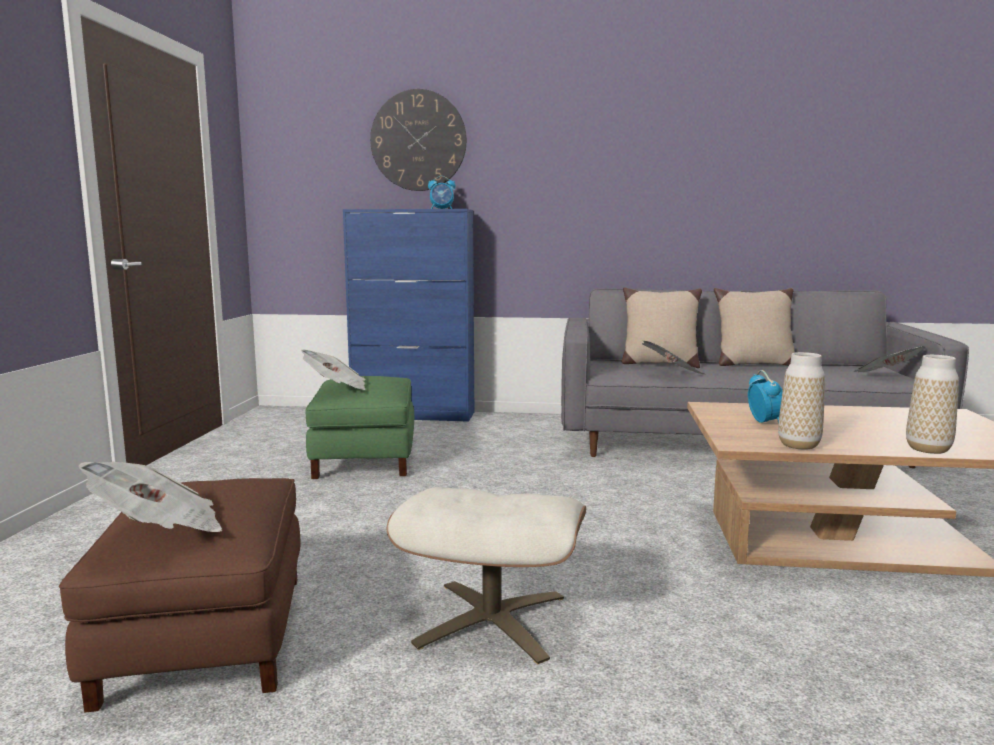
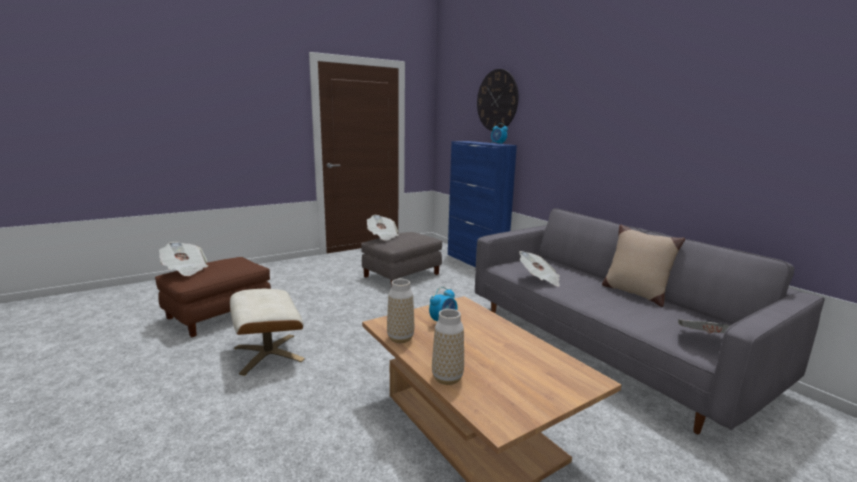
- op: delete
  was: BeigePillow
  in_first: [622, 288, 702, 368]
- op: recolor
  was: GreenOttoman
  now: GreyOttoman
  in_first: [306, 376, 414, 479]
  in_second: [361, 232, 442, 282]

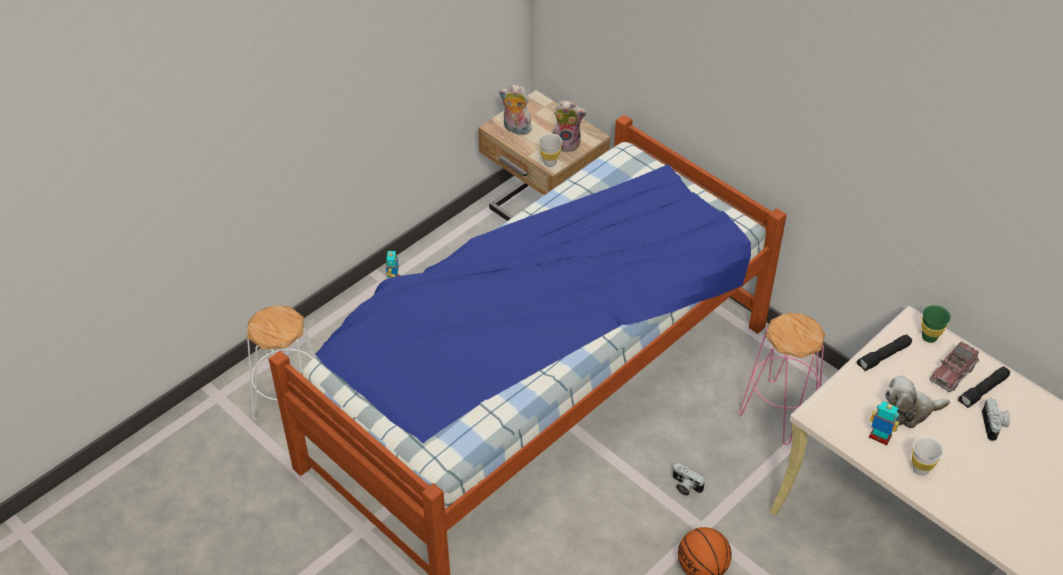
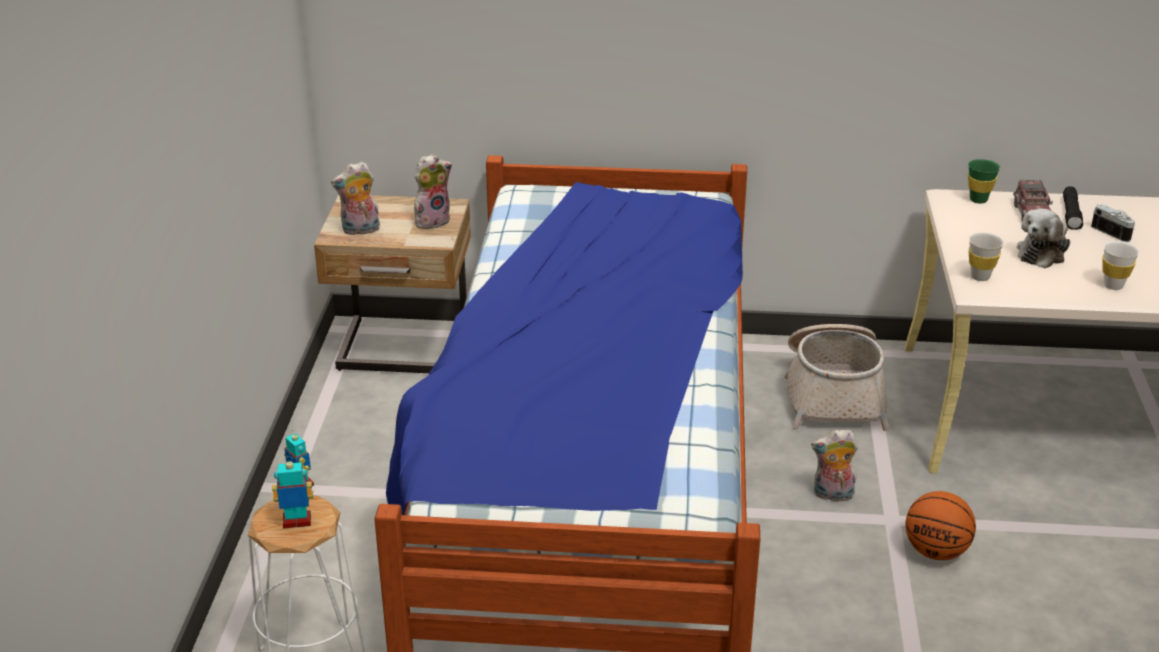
- op: move
  was: WhiteCup
  in_first: [539, 133, 562, 167]
  in_second: [968, 232, 1004, 281]
- op: replace
  was: PinkStool
  now: Basket
  in_first: [739, 313, 825, 445]
  in_second: [784, 324, 889, 431]
- op: delete
  was: BlackFlashlight
  in_first: [857, 334, 912, 371]
- op: move
  was: ToyRobot
  in_first: [869, 401, 899, 446]
  in_second: [272, 456, 314, 529]
- op: replace
  was: PhotoCamera
  now: PlushToy
  in_first: [673, 463, 705, 496]
  in_second: [811, 429, 858, 502]

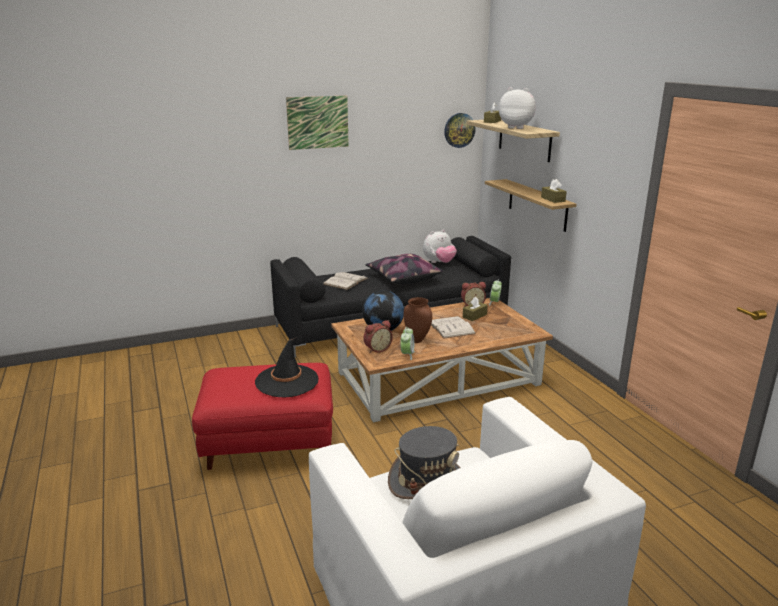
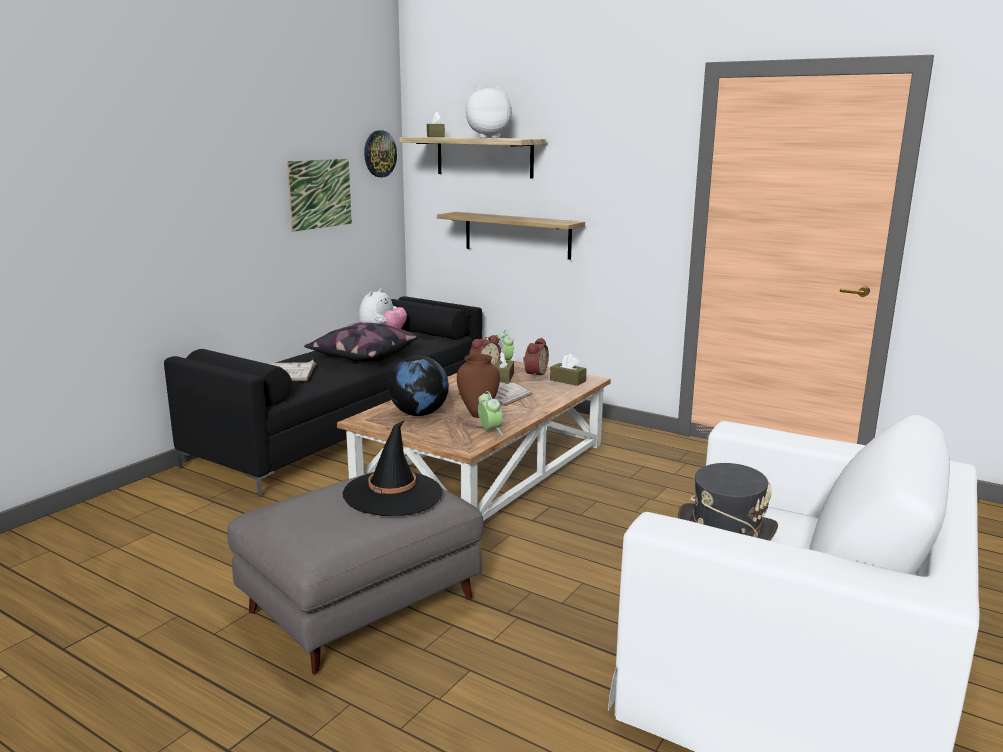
- op: move
  was: Picture
  in_first: [286, 95, 349, 150]
  in_second: [287, 159, 352, 232]
- op: move
  was: BrownTissueBox
  in_first: [541, 179, 567, 203]
  in_second: [550, 354, 587, 386]
- op: move
  was: AlarmClock
  in_first: [363, 320, 393, 353]
  in_second: [523, 338, 549, 377]
- op: recolor
  was: RedOttoman
  now: GreyOttoman
  in_first: [192, 363, 333, 470]
  in_second: [227, 471, 483, 674]

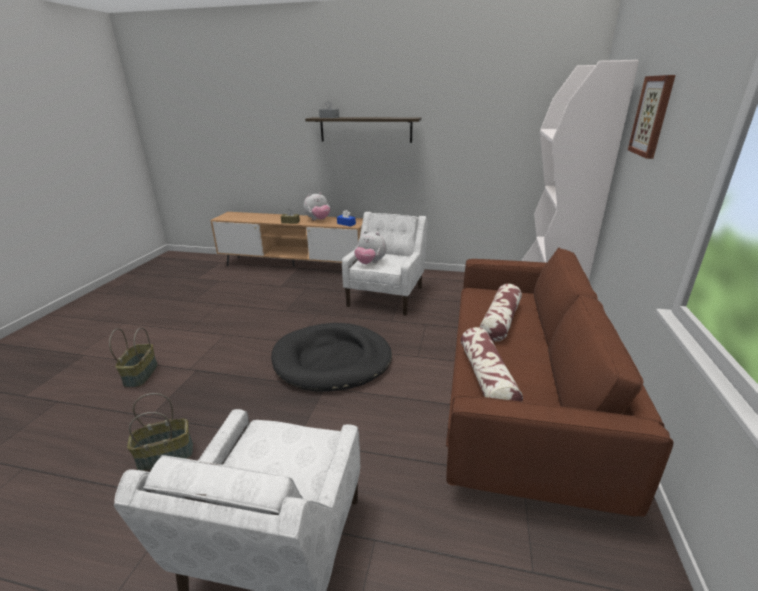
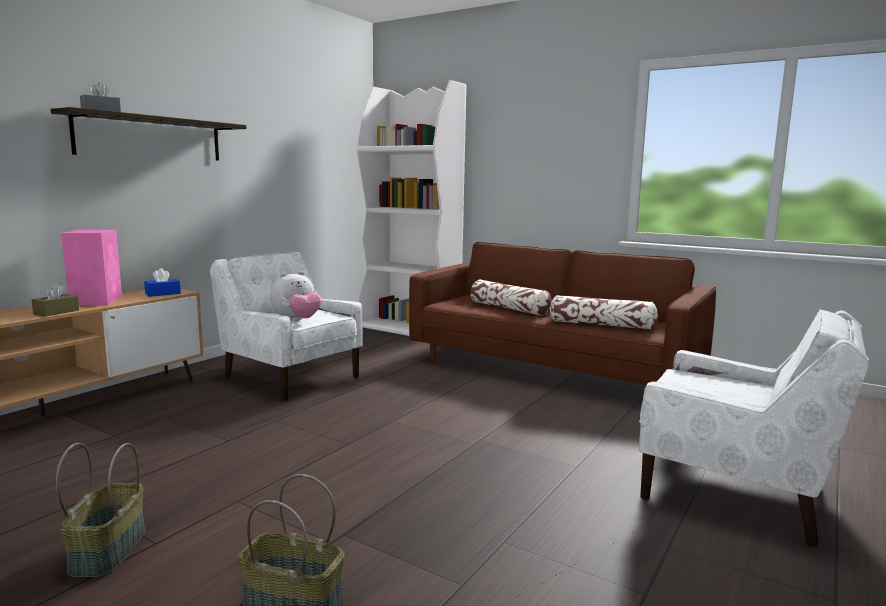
- op: delete
  was: Picture
  in_first: [628, 75, 675, 159]
- op: replace
  was: PlushToy
  now: PinkSpeaker
  in_first: [304, 192, 330, 220]
  in_second: [61, 230, 122, 306]
- op: delete
  was: BlackDogBed
  in_first: [271, 323, 392, 391]
- op: move
  was: Basket
  in_first: [127, 393, 193, 471]
  in_second: [56, 443, 146, 577]

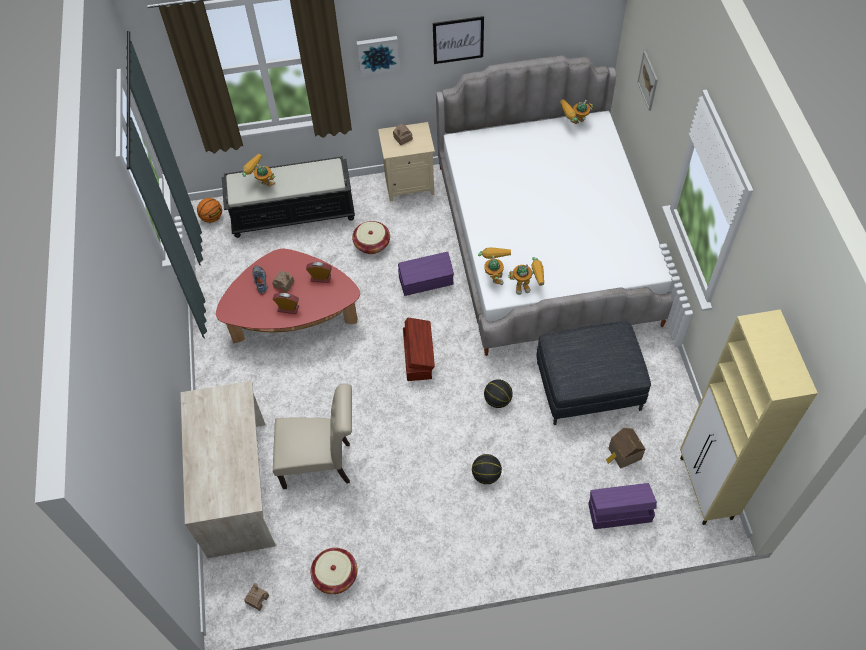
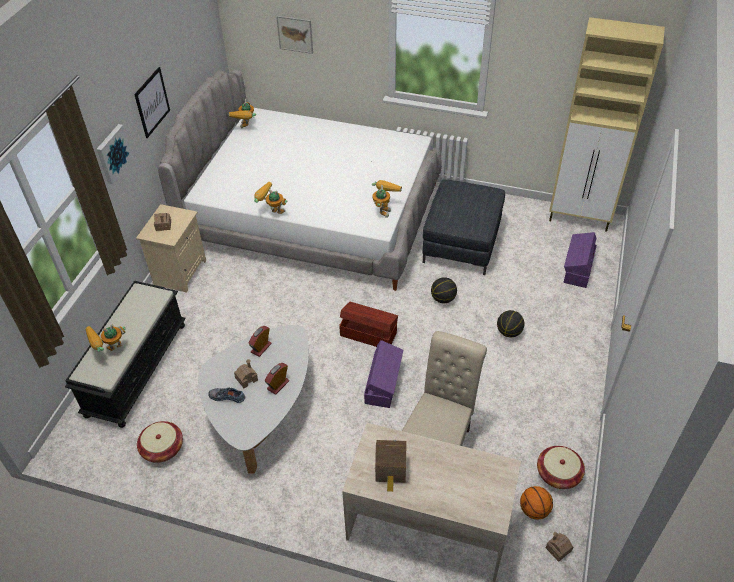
- op: move
  was: Basketball
  in_first: [197, 198, 222, 223]
  in_second: [520, 486, 553, 520]
- op: move
  was: Basket
  in_first: [352, 221, 390, 254]
  in_second: [137, 421, 183, 463]
- op: move
  was: ToyRobot
  in_first: [478, 247, 511, 285]
  in_second: [254, 182, 288, 214]
- op: recolor
  was: RedCoffeeTable
  now: WhiteCoffeeTable
  in_first: [216, 249, 360, 343]
  in_second: [198, 325, 309, 474]
- op: move
  was: PurpleStorageBox
  in_first: [398, 252, 454, 296]
  in_second: [364, 340, 403, 408]
- op: move
  was: ToyHouse
  in_first: [606, 428, 645, 469]
  in_second: [375, 439, 406, 492]

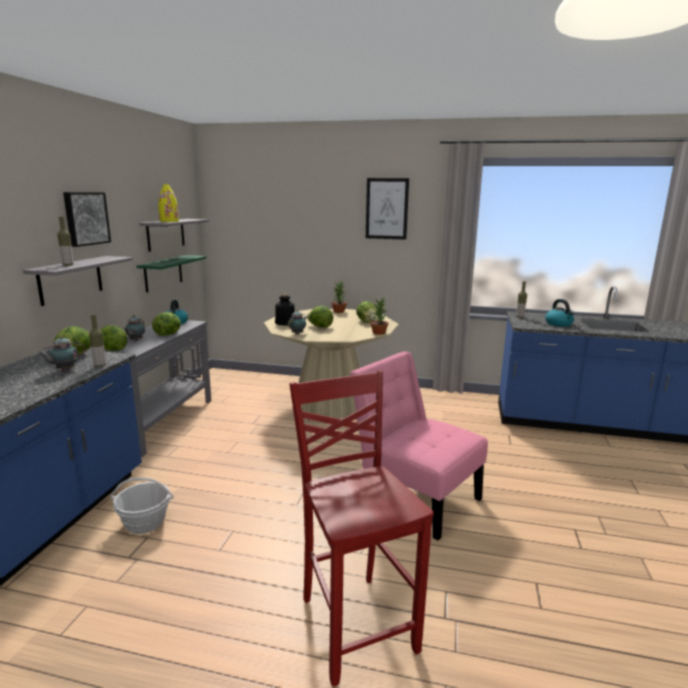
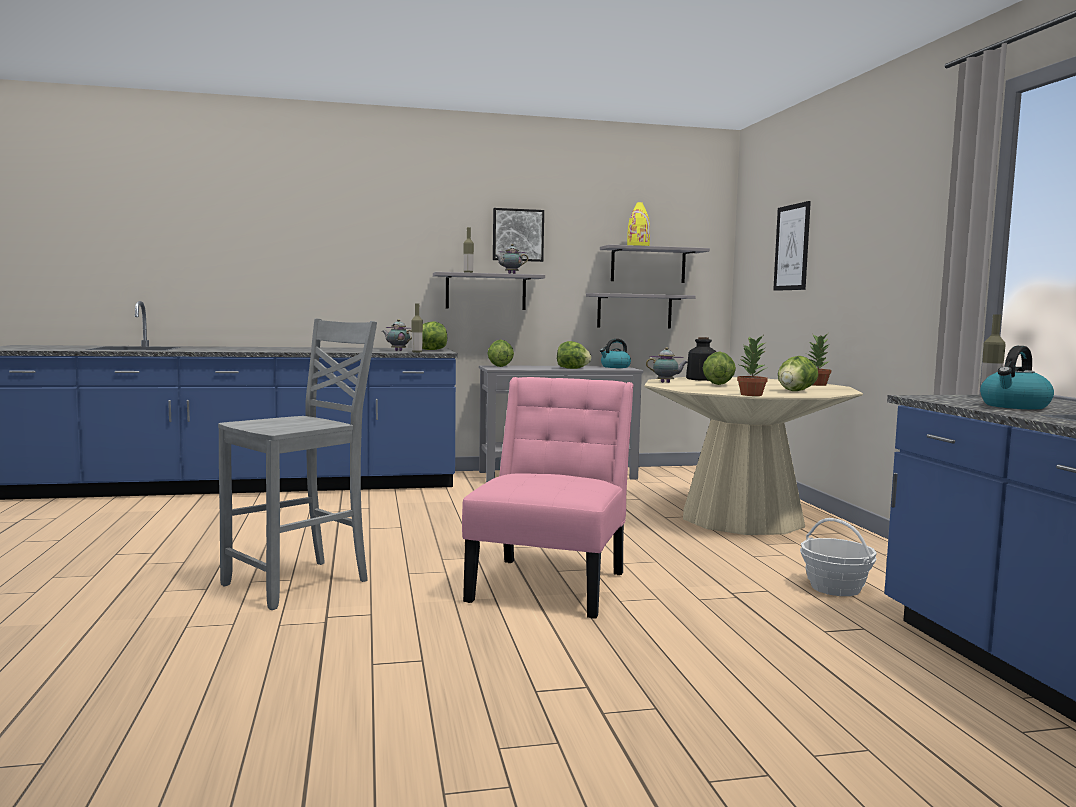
- op: move
  was: Picture
  in_first: [366, 178, 409, 240]
  in_second: [773, 201, 811, 291]
- op: recolor
  was: GreenShelf
  now: GreyShelf
  in_first: [137, 255, 206, 293]
  in_second: [586, 293, 695, 328]
- op: move
  was: Teapot
  in_first: [124, 315, 145, 341]
  in_second: [494, 244, 528, 274]
- op: recolor
  was: RedChair
  now: GreyChair
  in_first: [289, 371, 434, 687]
  in_second: [218, 319, 377, 610]
- op: move
  was: Basket
  in_first: [110, 478, 173, 534]
  in_second: [800, 518, 877, 596]

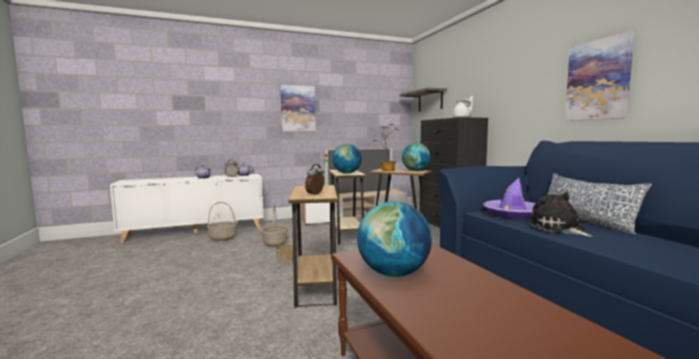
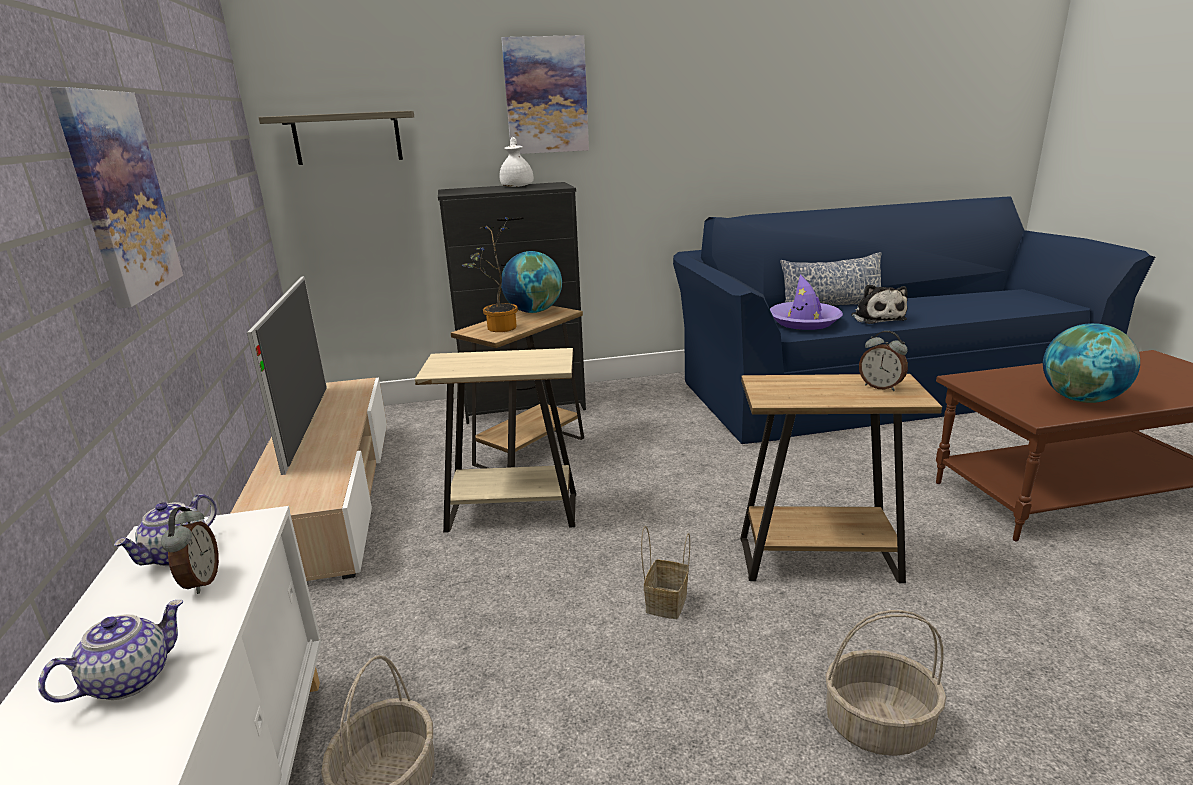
- op: move
  was: Picture
  in_first: [565, 31, 635, 121]
  in_second: [502, 35, 589, 154]
- op: delete
  was: Globe
  in_first: [332, 144, 362, 174]
- op: rotate
  was: PlushToy
  in_first: [529, 192, 593, 237]
  in_second: [851, 284, 908, 324]
  clockwise: -90
- op: move
  was: Basket
  in_first: [261, 205, 288, 247]
  in_second: [825, 610, 946, 756]

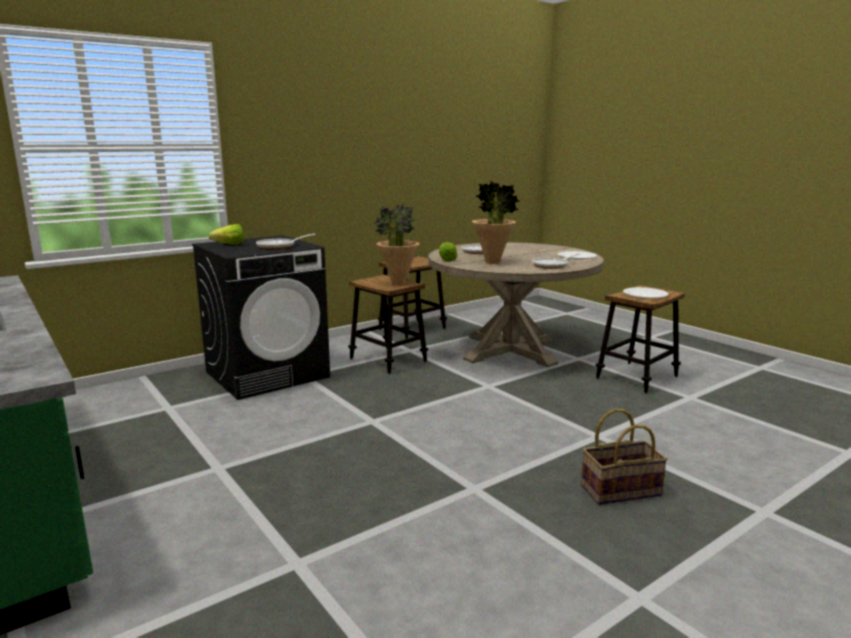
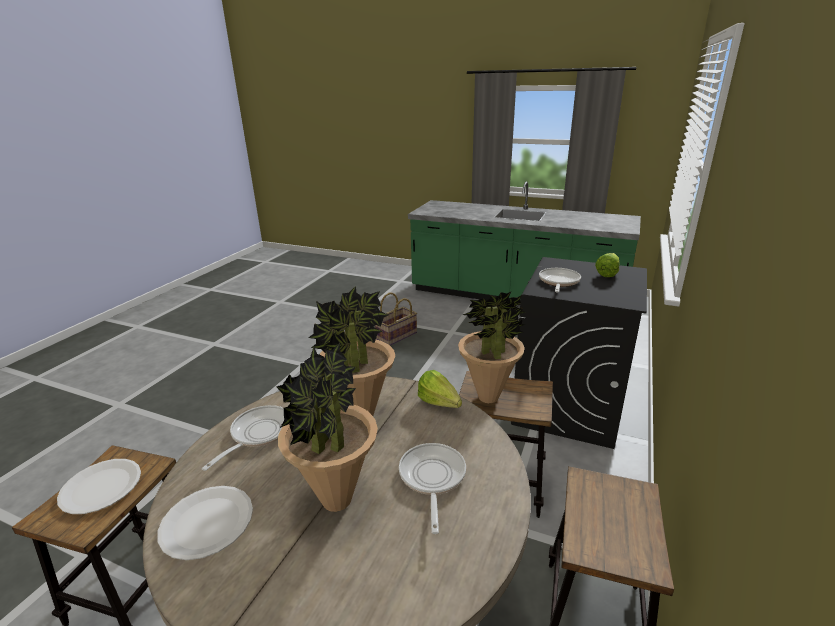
- op: move
  was: Basket
  in_first: [581, 409, 668, 505]
  in_second: [375, 292, 417, 346]
- op: insert
  now: PottedPlant
  in_second: [276, 343, 378, 512]

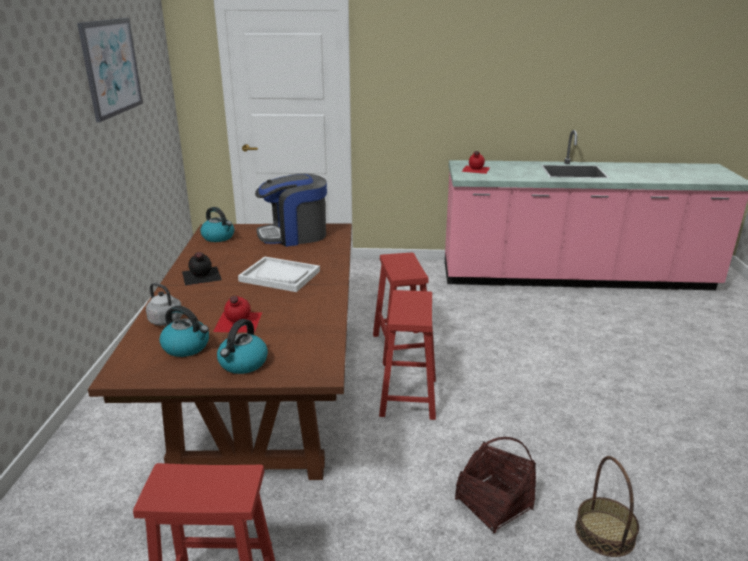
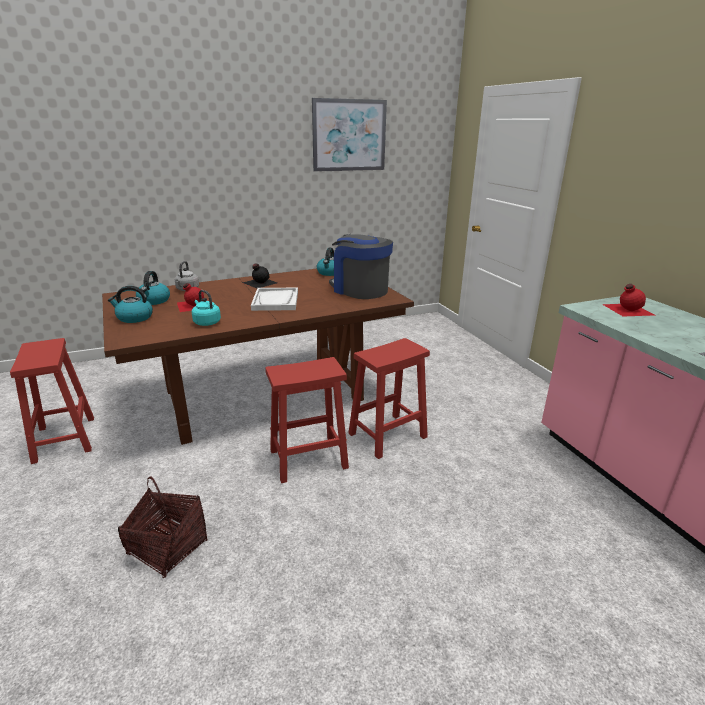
- op: delete
  was: Basket
  in_first: [575, 456, 639, 557]
- op: insert
  now: TurquoiseKettle
  in_second: [192, 290, 221, 326]

